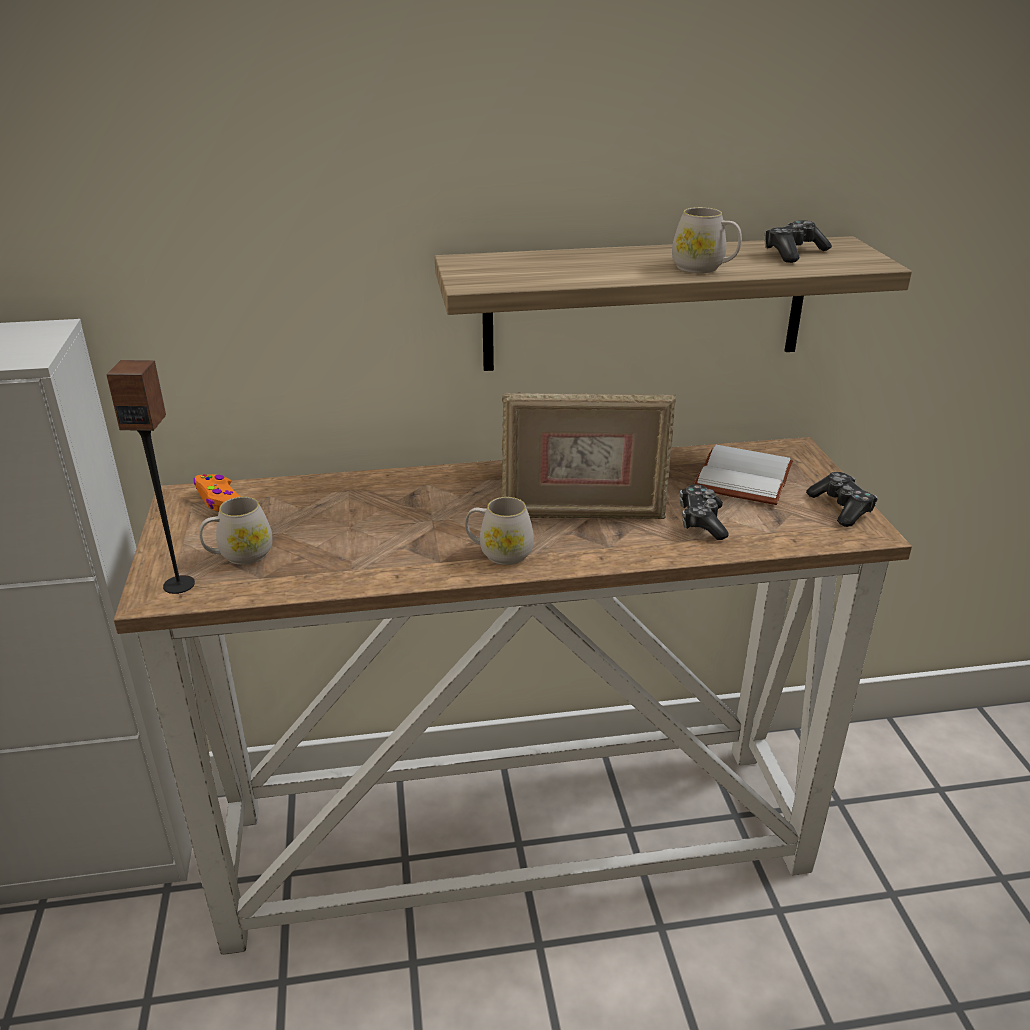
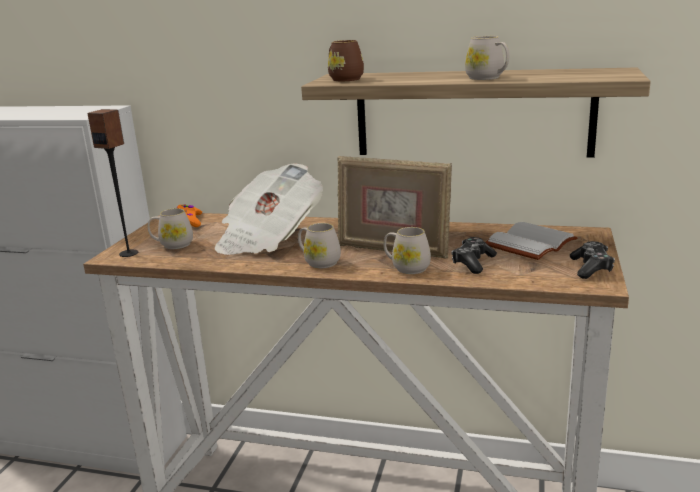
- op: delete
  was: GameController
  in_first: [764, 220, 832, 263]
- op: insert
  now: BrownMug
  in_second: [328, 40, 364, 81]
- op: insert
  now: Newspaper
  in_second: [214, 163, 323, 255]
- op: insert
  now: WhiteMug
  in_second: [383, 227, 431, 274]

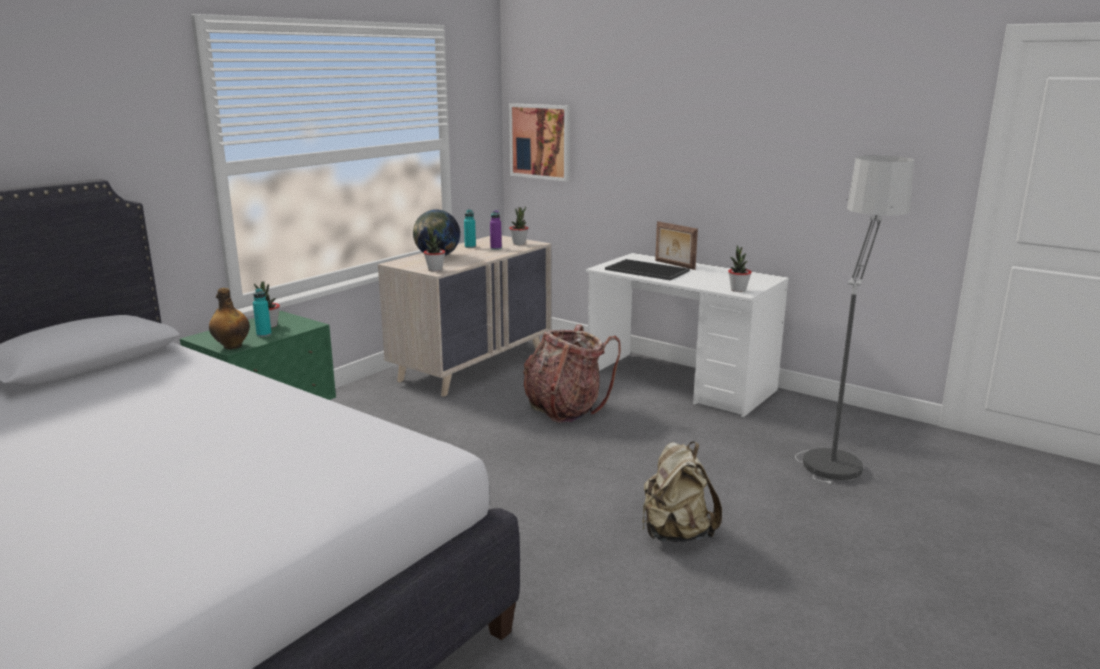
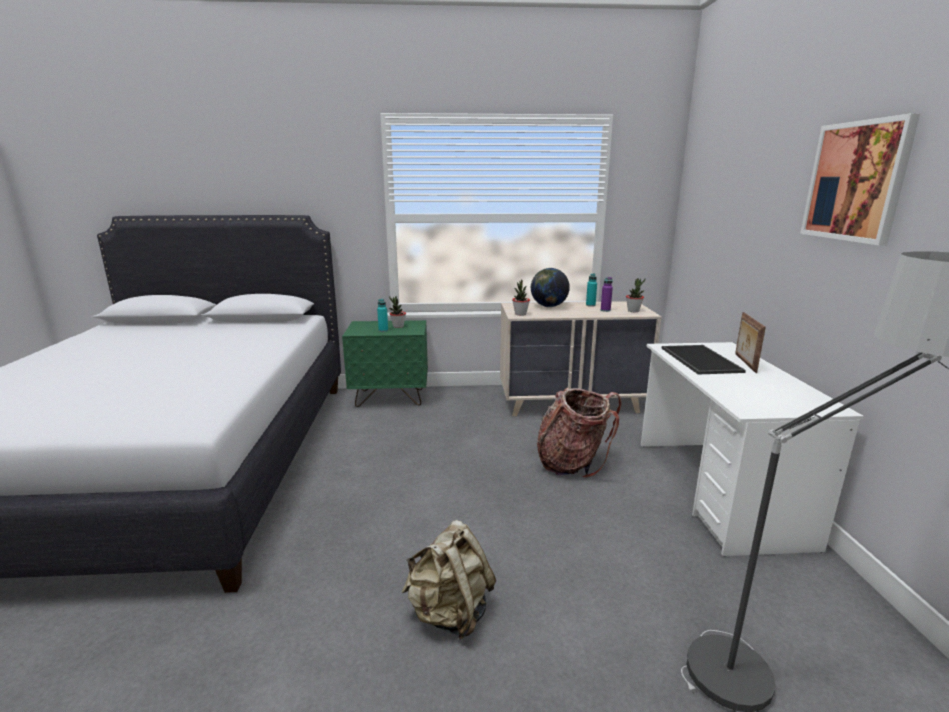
- op: move
  was: Picture
  in_first: [509, 103, 570, 182]
  in_second: [800, 113, 920, 245]
- op: delete
  was: PottedPlant
  in_first: [728, 245, 752, 292]
- op: delete
  was: Bottle
  in_first: [209, 288, 250, 349]

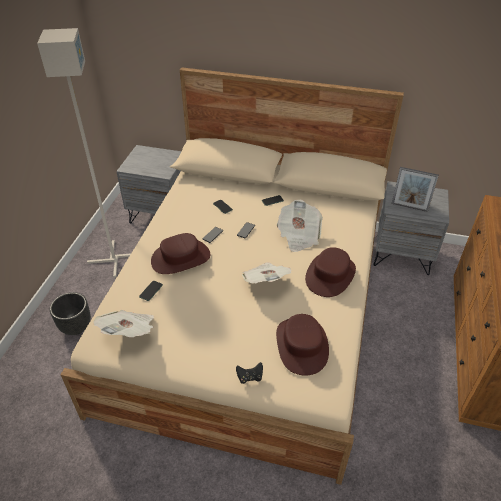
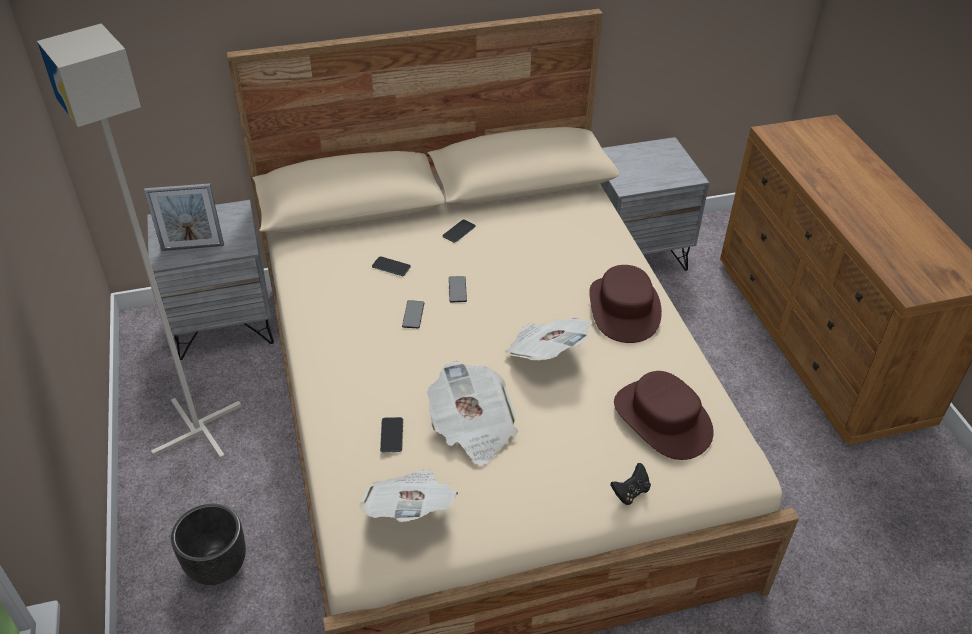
- op: move
  was: PictureFrame
  in_first: [392, 167, 439, 212]
  in_second: [144, 183, 224, 251]
- op: move
  was: Newspaper
  in_first: [277, 200, 323, 252]
  in_second: [427, 361, 518, 466]
- op: delete
  was: BrownHat
  in_first: [151, 233, 210, 274]

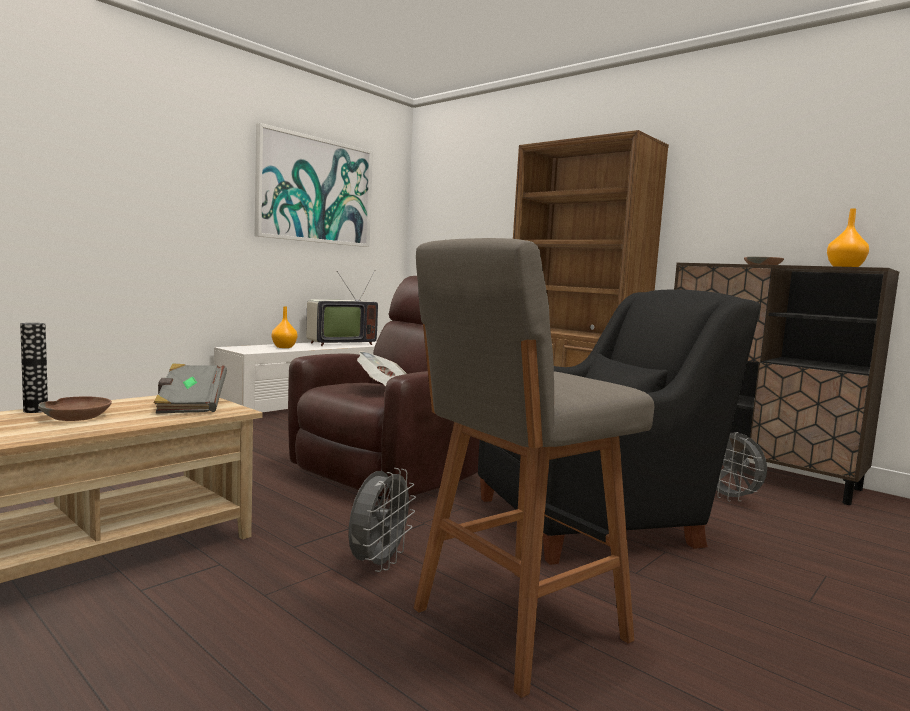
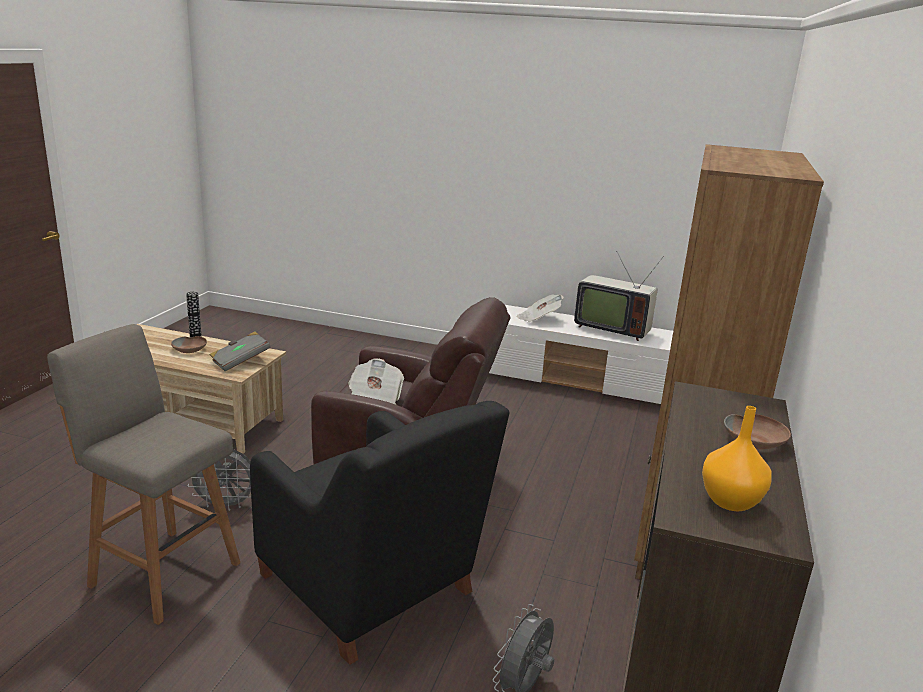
- op: delete
  was: Picture
  in_first: [255, 123, 373, 247]
- op: replace
  was: OrangeVase
  now: Newspaper
  in_first: [272, 307, 298, 348]
  in_second: [517, 294, 564, 322]

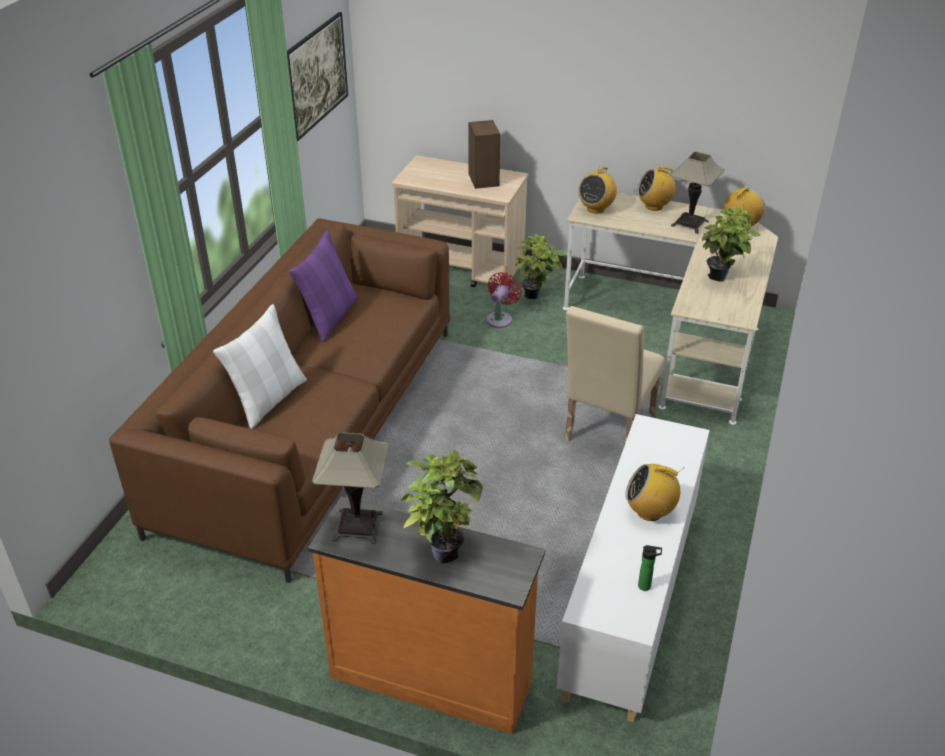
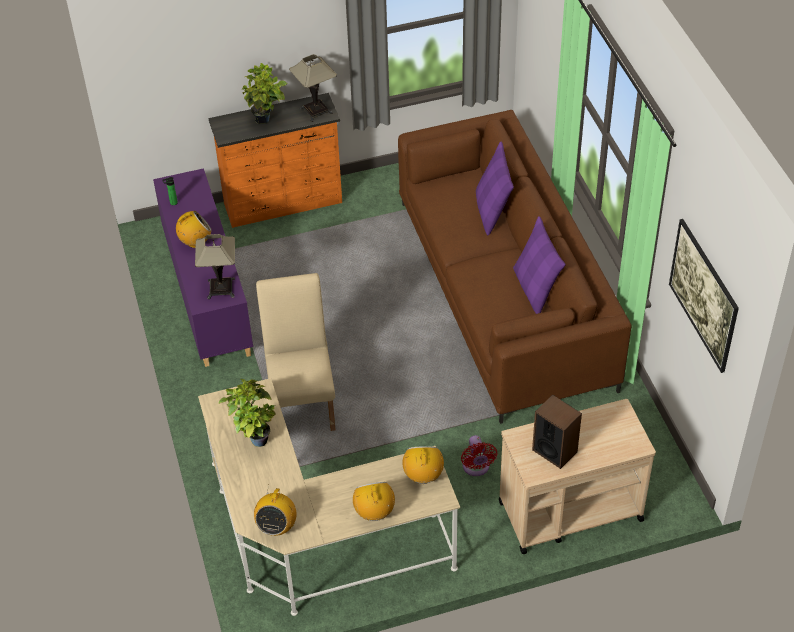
- op: move
  was: TableLamp
  in_first: [670, 152, 725, 234]
  in_second: [195, 234, 235, 299]
- op: rotate
  was: Radio
  in_first: [637, 166, 676, 211]
  in_second: [353, 482, 395, 521]
  clockwise: -60
- op: delete
  was: PottedPlant
  in_first: [516, 234, 565, 299]
- op: recolor
  was: WhitePillow
  now: PurplePillow
  in_first: [213, 304, 307, 429]
  in_second: [476, 141, 514, 235]
- op: recolor
  was: WhiteCabinet
  now: PurpleCabinet
  in_first: [556, 414, 710, 722]
  in_second: [153, 168, 253, 367]

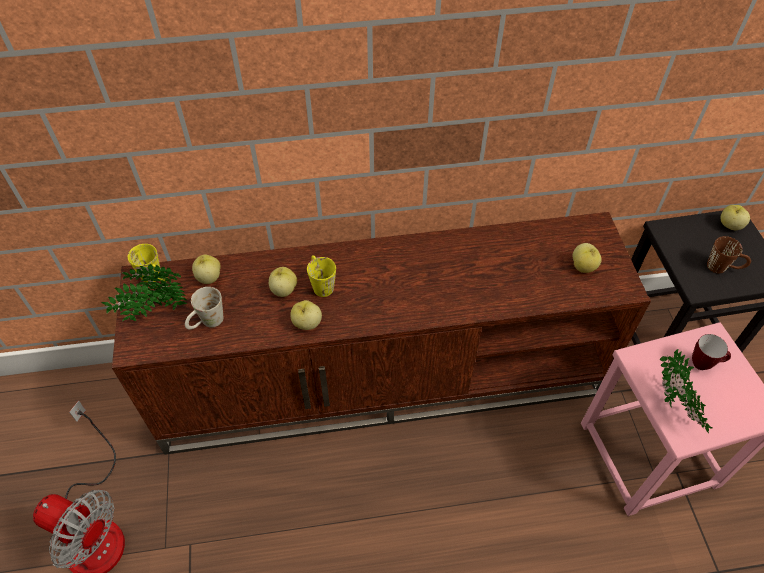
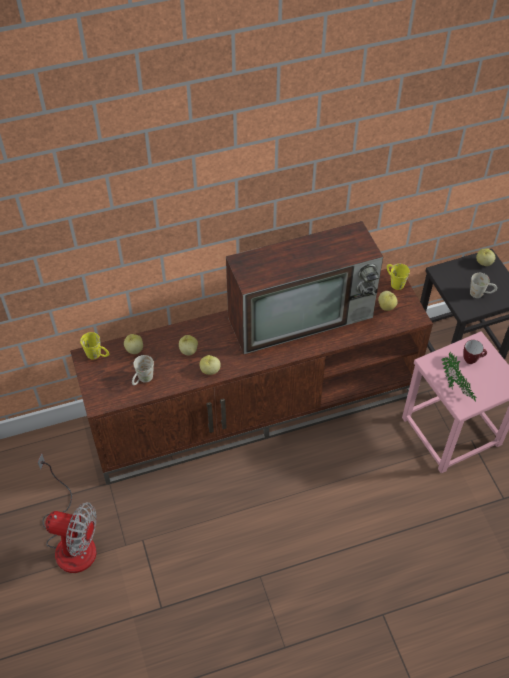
- op: recolor
  was: BrownMug
  now: WhiteMug
  in_first: [707, 236, 751, 273]
  in_second: [470, 273, 497, 298]
- op: move
  was: YellowMug
  in_first: [307, 255, 336, 297]
  in_second: [387, 264, 410, 290]
- op: delete
  was: PottedPlant
  in_first: [102, 264, 187, 322]
- op: insert
  now: Television
  in_second: [226, 221, 383, 354]

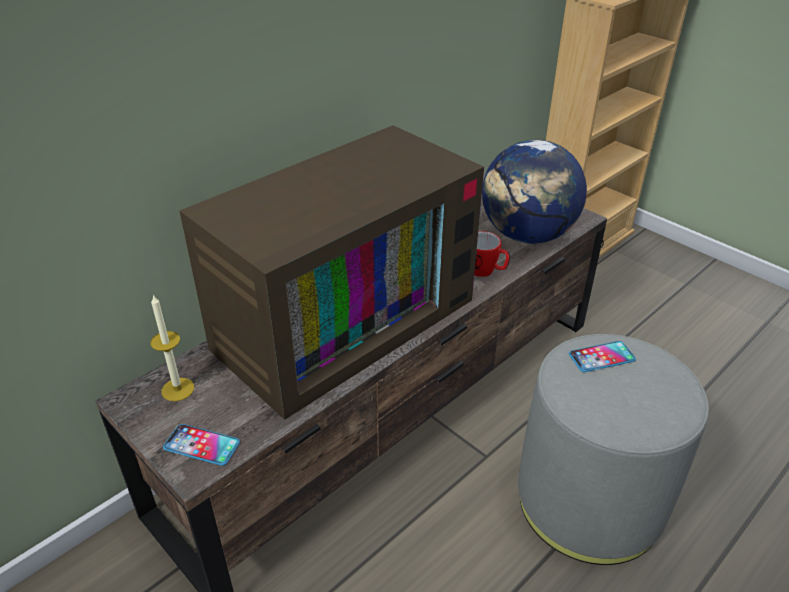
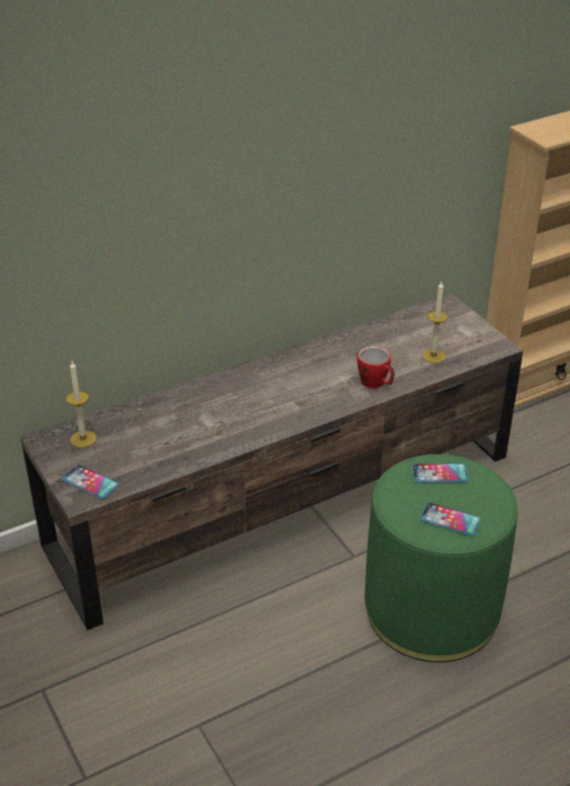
- op: delete
  was: Television
  in_first: [179, 125, 484, 420]
- op: replace
  was: Globe
  now: Candle
  in_first: [482, 140, 587, 244]
  in_second: [422, 282, 448, 363]
- op: recolor
  was: GreyOttoman
  now: GreenOttoman
  in_first: [518, 334, 709, 565]
  in_second: [365, 454, 518, 662]
- op: insert
  now: Phone
  in_second: [420, 502, 481, 536]

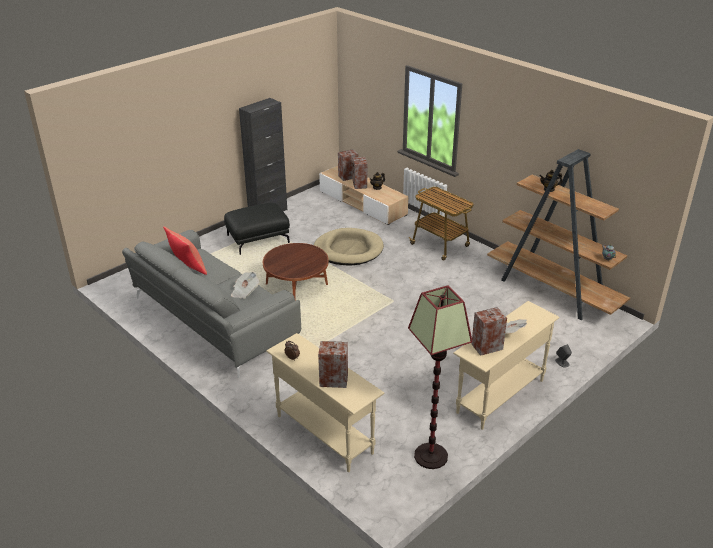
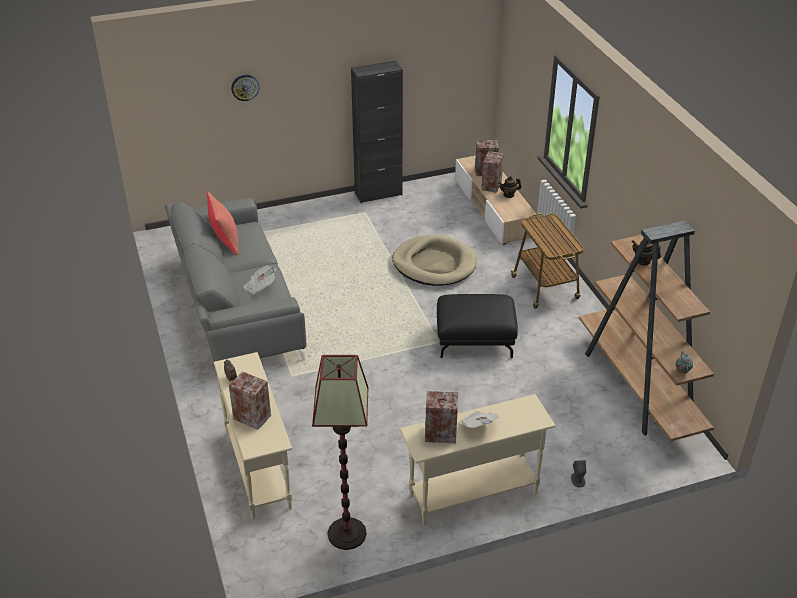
- op: move
  was: BlackOttoman
  in_first: [224, 203, 290, 255]
  in_second: [437, 294, 518, 358]
- op: delete
  was: BrownCoffeeTable
  in_first: [263, 243, 329, 301]
- op: insert
  now: WallClock
  in_second: [231, 74, 259, 101]

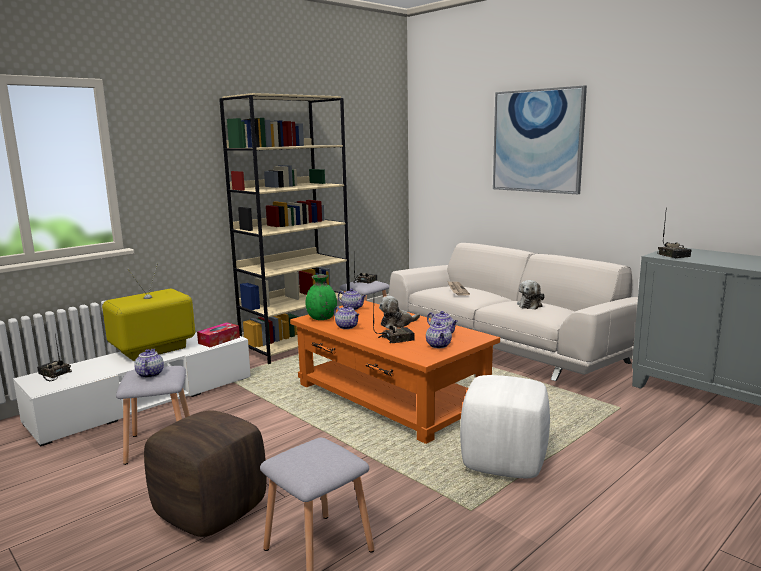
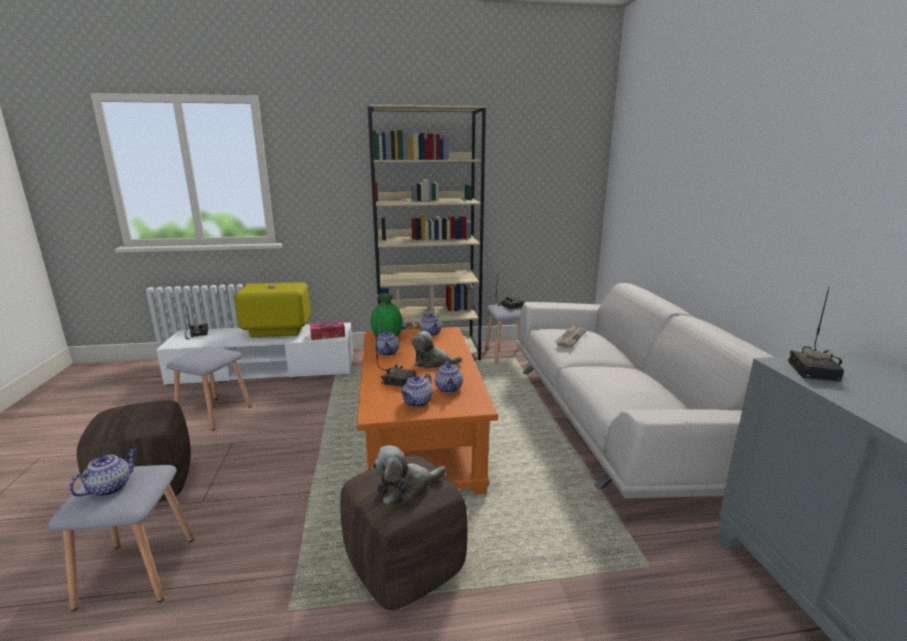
- op: delete
  was: Picture
  in_first: [493, 85, 587, 194]
- op: move
  was: PlushToy
  in_first: [517, 280, 545, 310]
  in_second: [372, 445, 446, 505]
- op: move
  was: Teapot
  in_first: [134, 349, 164, 378]
  in_second: [69, 448, 137, 496]
- op: recolor
  was: WhiteOttoman
  now: BrownOttoman
  in_first: [460, 375, 550, 478]
  in_second: [340, 455, 468, 610]

